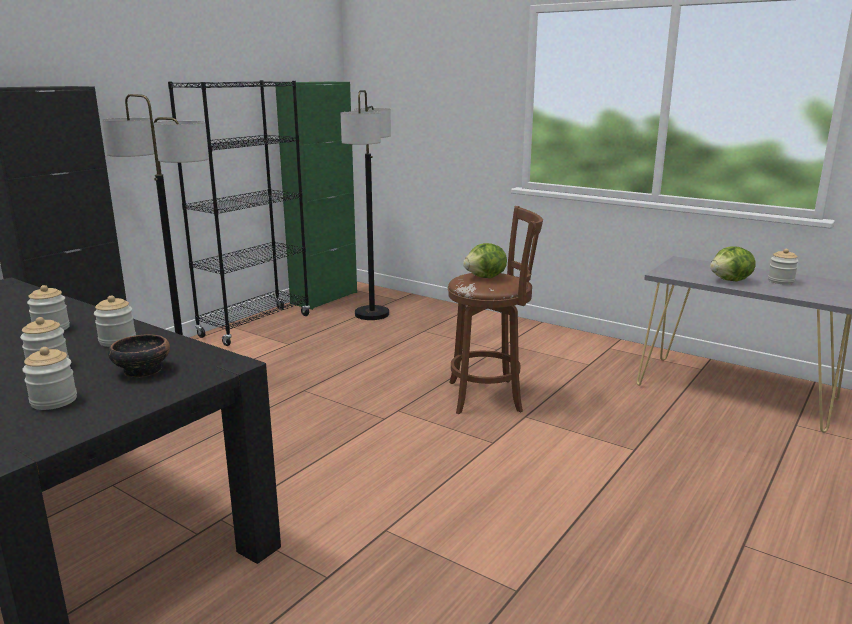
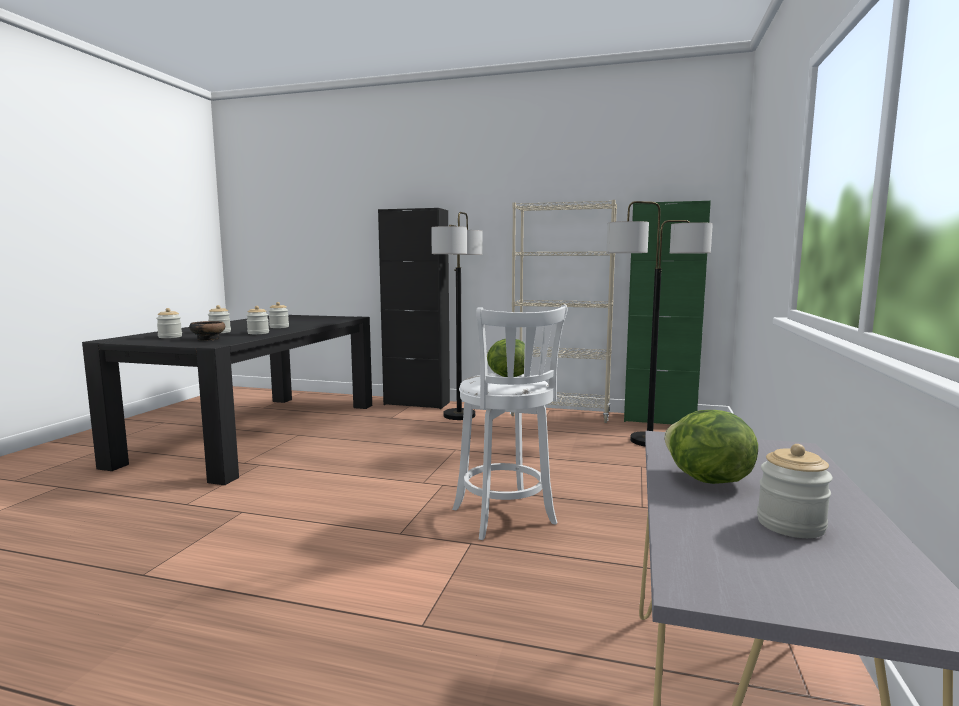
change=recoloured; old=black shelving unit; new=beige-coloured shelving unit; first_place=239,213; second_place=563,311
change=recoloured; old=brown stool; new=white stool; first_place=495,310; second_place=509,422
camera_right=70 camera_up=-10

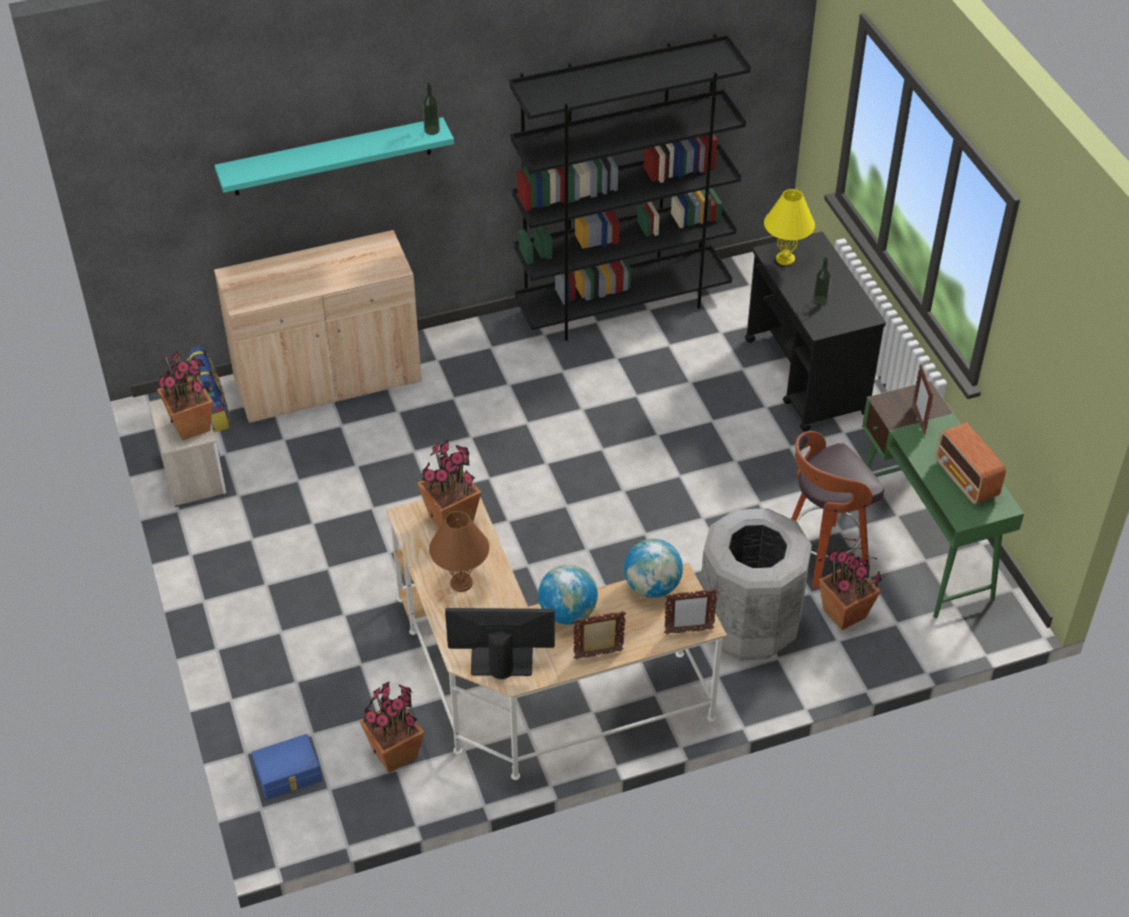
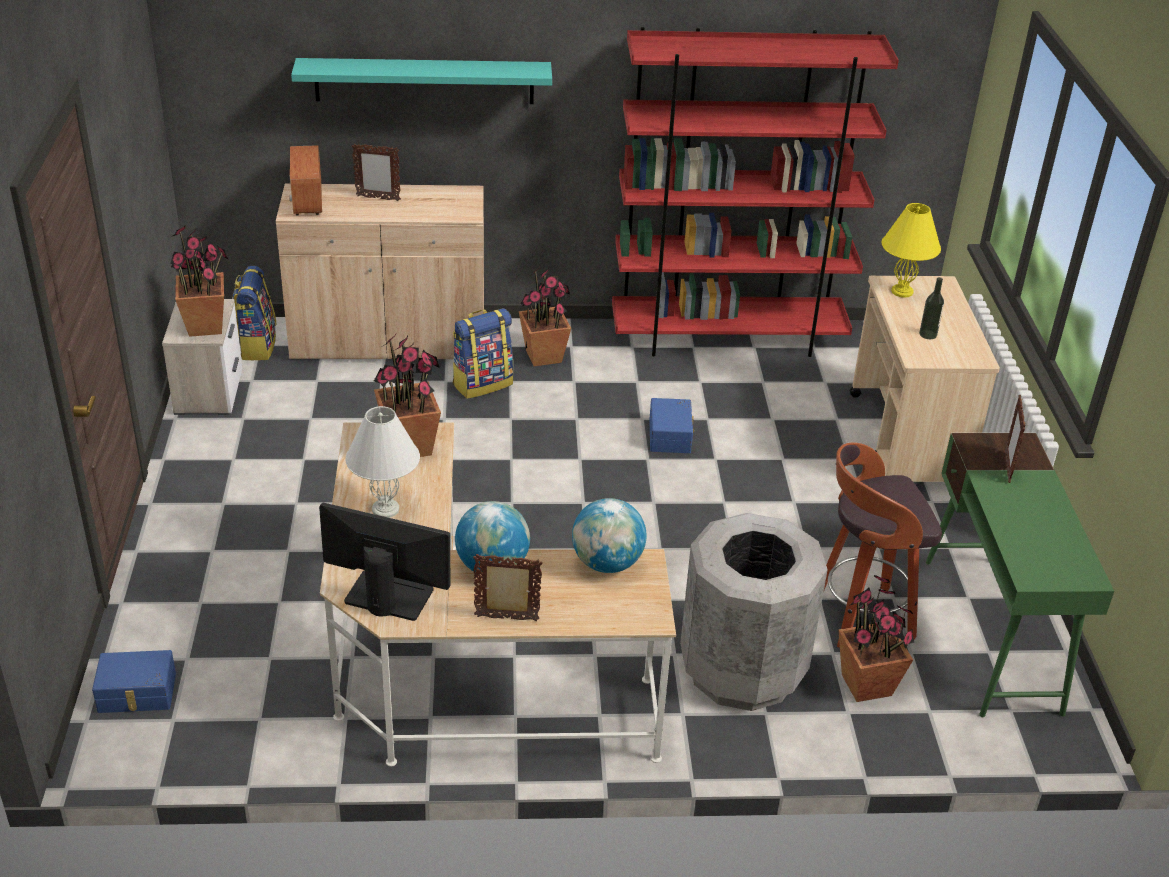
change=removed; old=drink bottle; first_place=431,108
change=added; new=backpack; second_place=483,353
change=added; new=bluish storage box; second_place=671,425
change=moved; old=potted plant; first_place=392,727; second_place=545,317
change=moved; old=picture frame; first_place=691,611; second_place=376,172
change=moved; old=radio; first_place=971,463; second_place=305,180
change=recoloured; old=brown table lamp; new=white table lamp; first_place=459,551; second_place=382,462
change=recoloured; old=black shelving unit; new=reddish shelving unit; first_place=630,187; second_place=755,192
change=recoloured; old=black cart; new=beige-coloured cart; first_place=815,332; second_place=925,379
camera_right=15 camera_up=-10

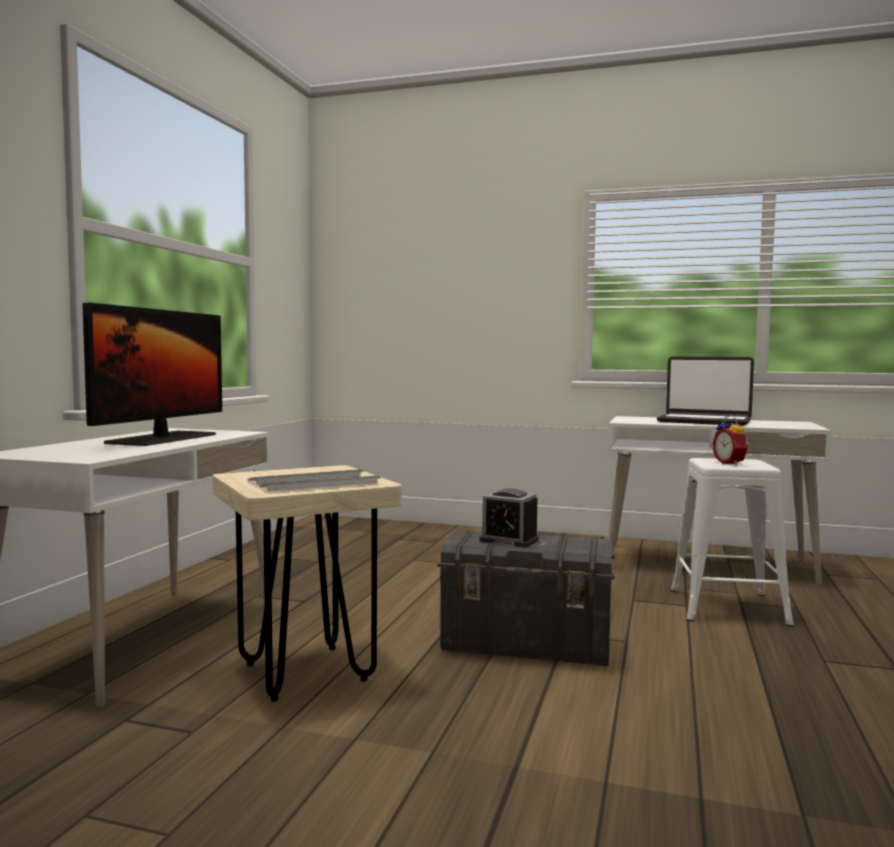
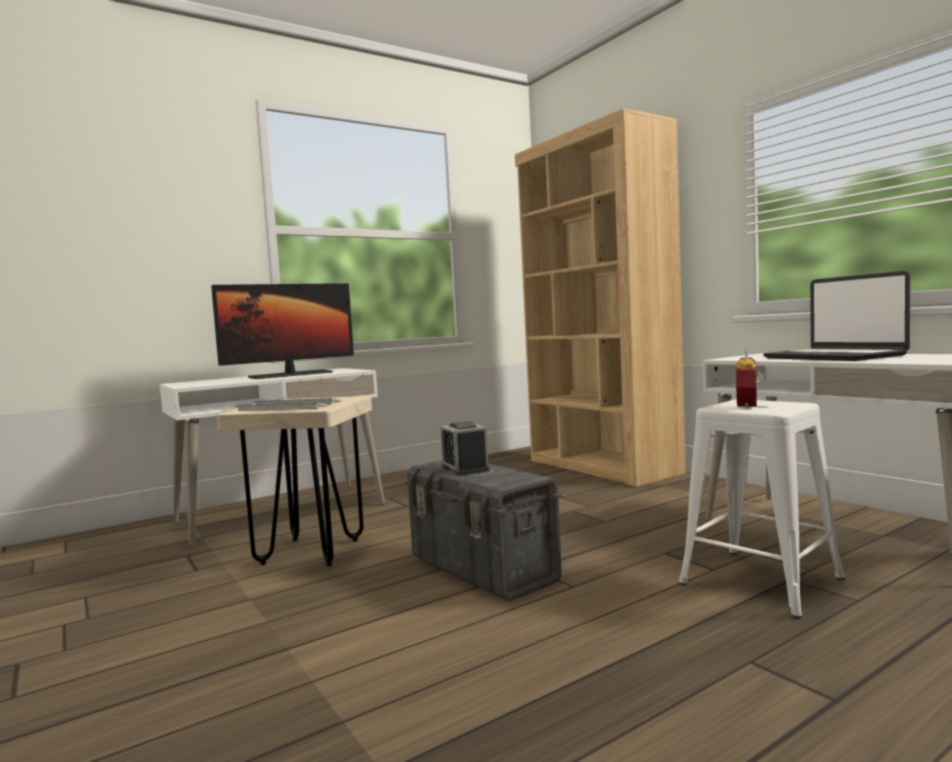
change=added; new=brown shelving unit; second_place=600,297
camera_right=40 camera_up=0

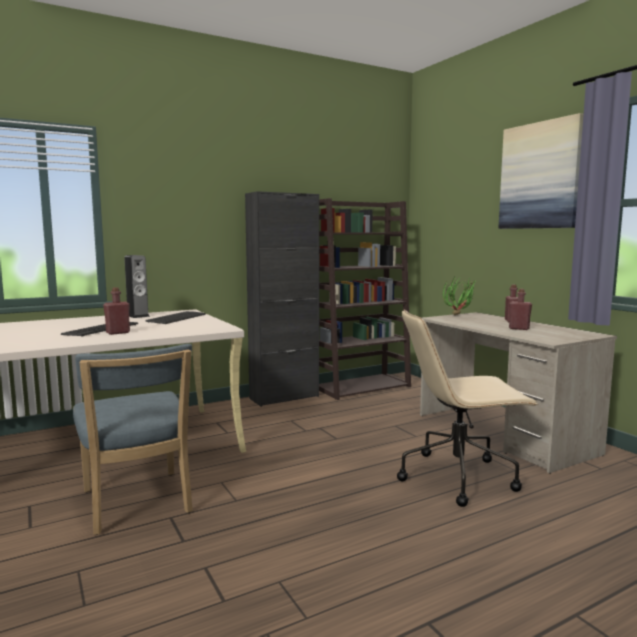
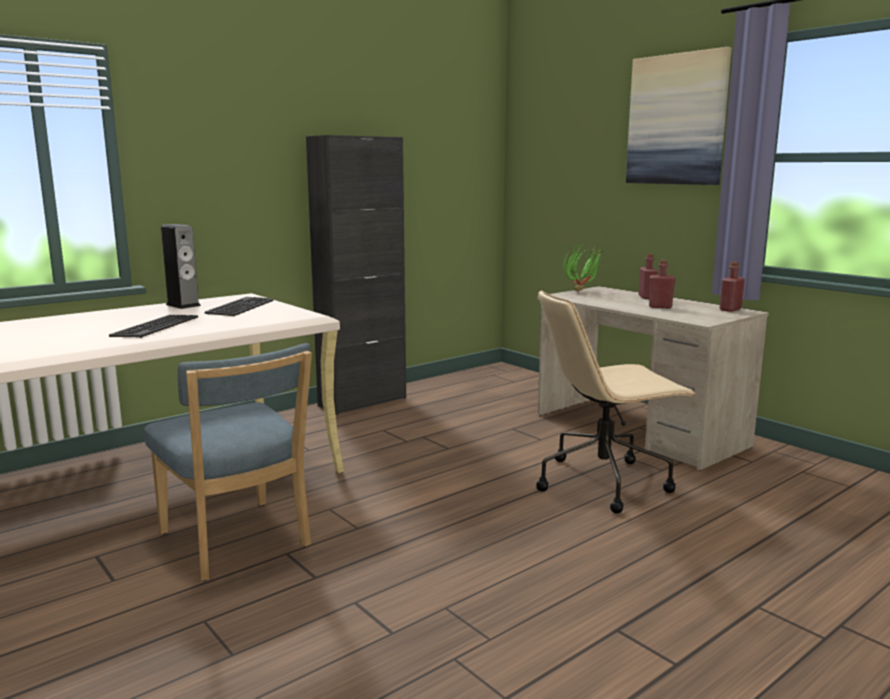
change=removed; old=brown shelving unit; first_place=365,299
change=moved; old=reddish drink bottle; first_place=116,311; second_place=732,287
camera_right=-10 camera_up=5

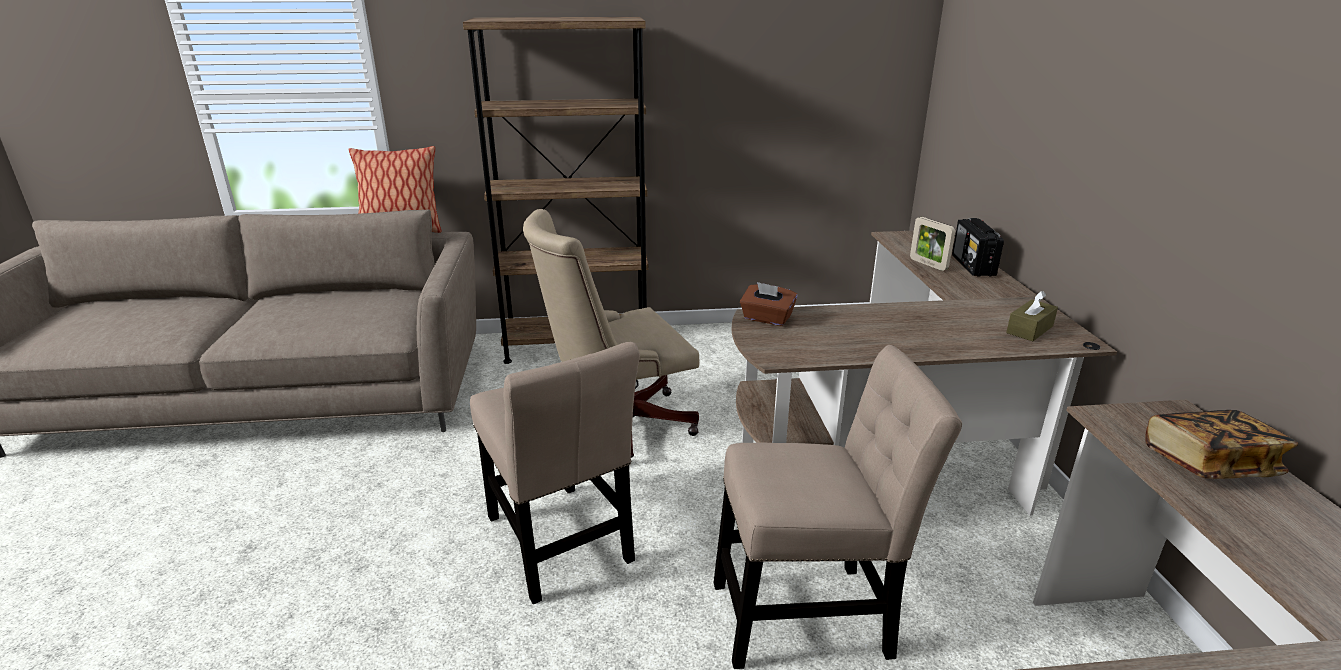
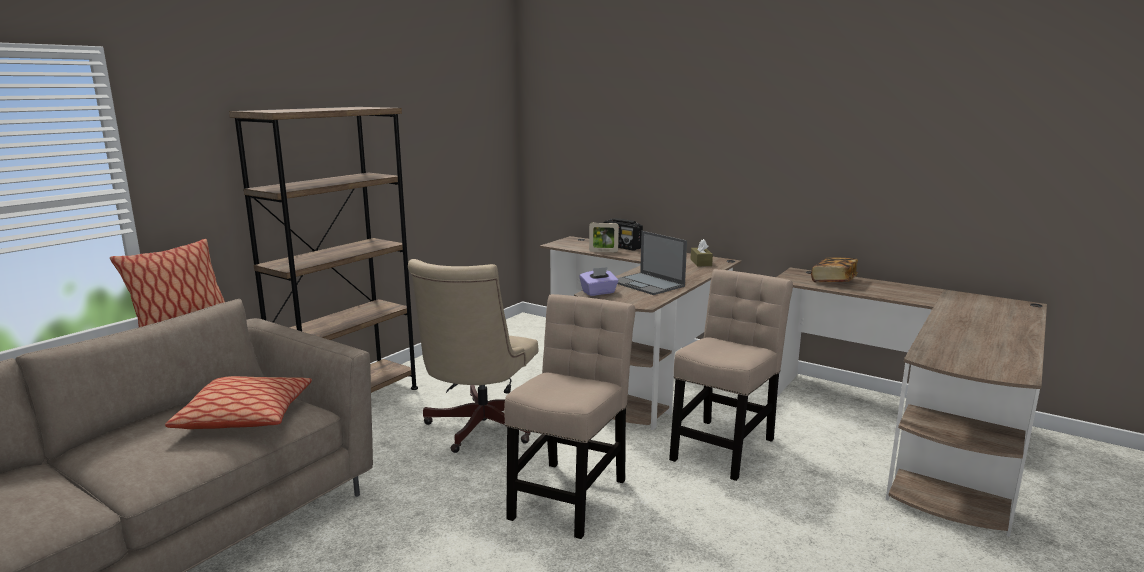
change=added; new=pillow; second_place=238,402
change=added; new=portable computer; second_place=652,263
change=recoloured; old=brown tissue holder; new=purple tissue holder; first_place=768,304; second_place=599,281
change=turned; old=beige-coloured chair; first_place=555,473; second_place=569,416; degrees=-75
camera_right=-50 camera_up=-10

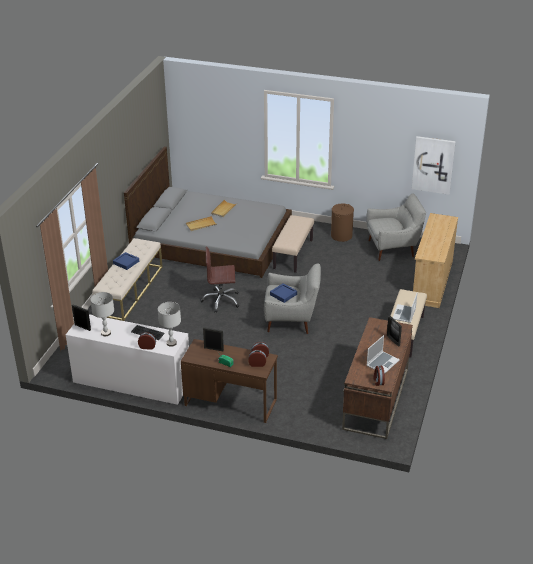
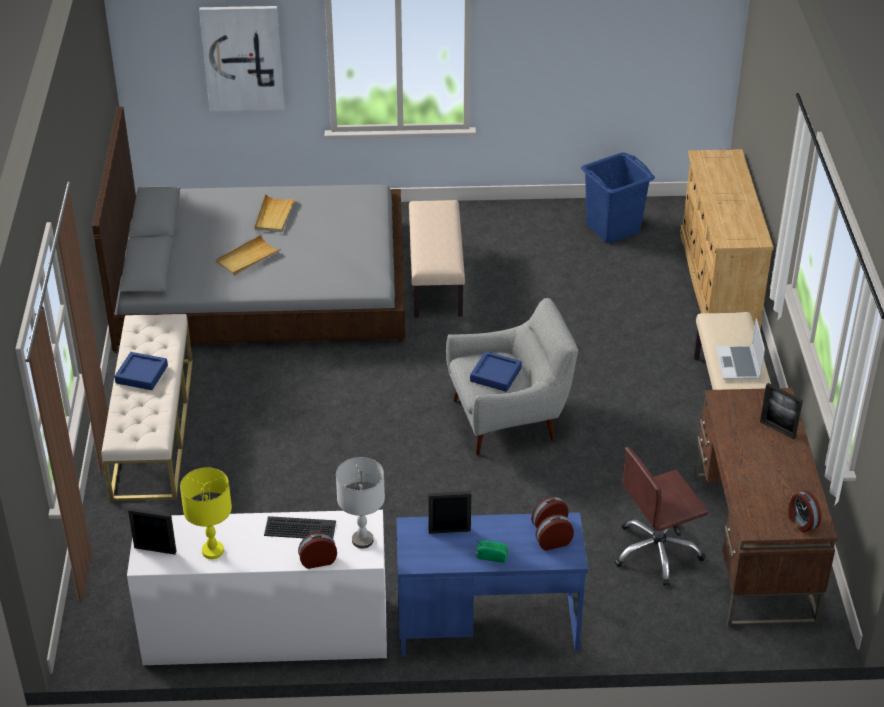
change=removed; old=brown washing basket; first_place=342,223
change=removed; old=portable computer; first_place=383,354
change=moved; old=brown computer chair; first_place=219,280; second_place=661,516
change=moved; old=picture; first_place=434,165; second_place=241,58
change=replaced; old=grey easy chair; new=bluish washing basket; first_place=396,227; second_place=618,197
change=recoloured; old=grey table lamp; new=yellow table lamp; first_place=102,314; second_place=206,513
change=recoloured; old=brown desk table; new=bluish desk table; first_place=229,381; second_place=492,584
camera_right=-20 camera_up=5

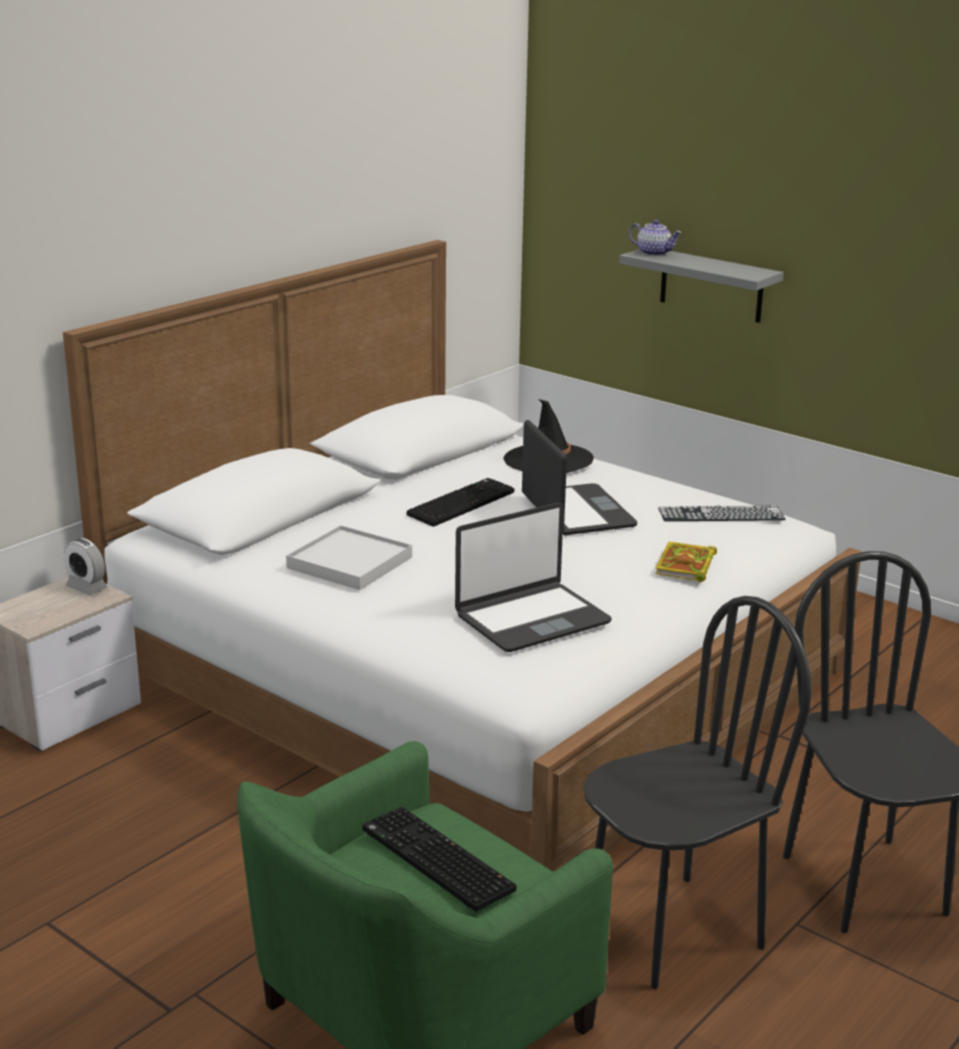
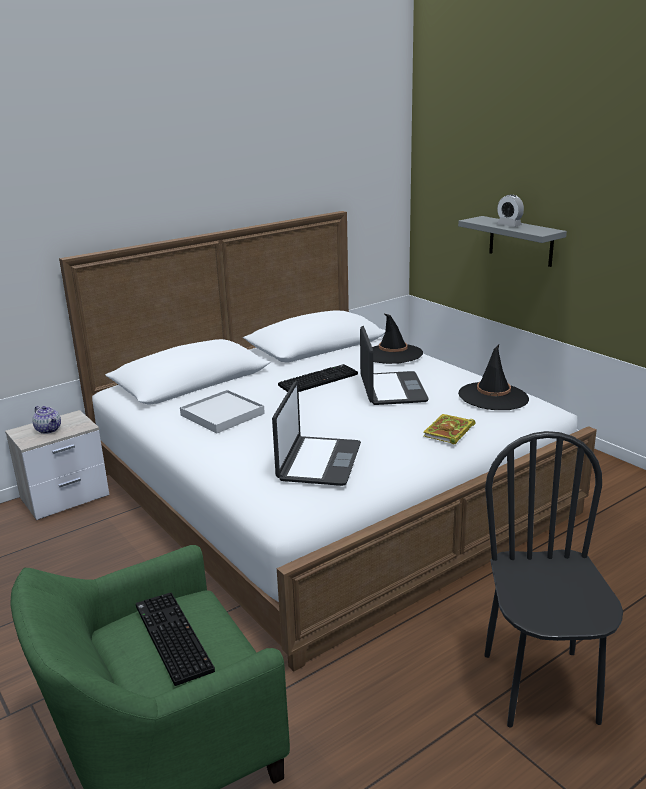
change=removed; old=black chair; first_place=698,792
change=moved; old=alarm clock; first_place=85,566; second_place=510,211
change=moved; old=teapot; first_place=655,238; second_place=46,420
change=replaced; old=computer keyboard; new=black clothing hat; first_place=721,513; second_place=493,377
change=turned; old=portable computer; first_place=533,577; second_place=316,433; degrees=-60
camera_right=15 camera_up=0

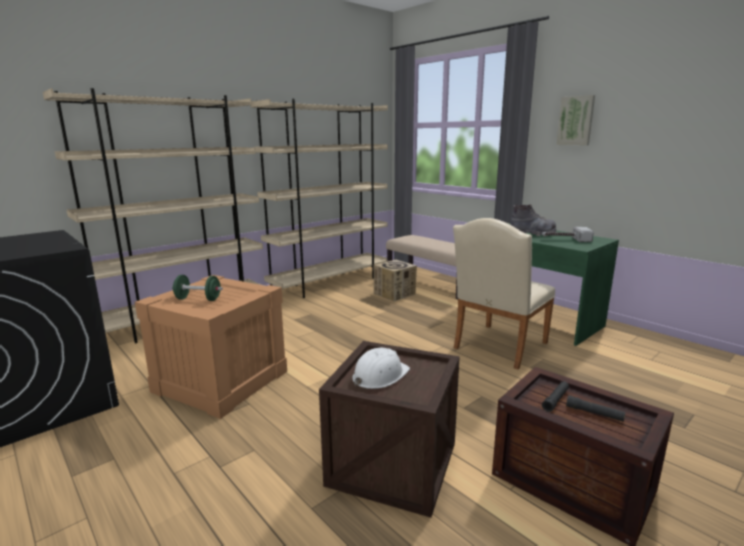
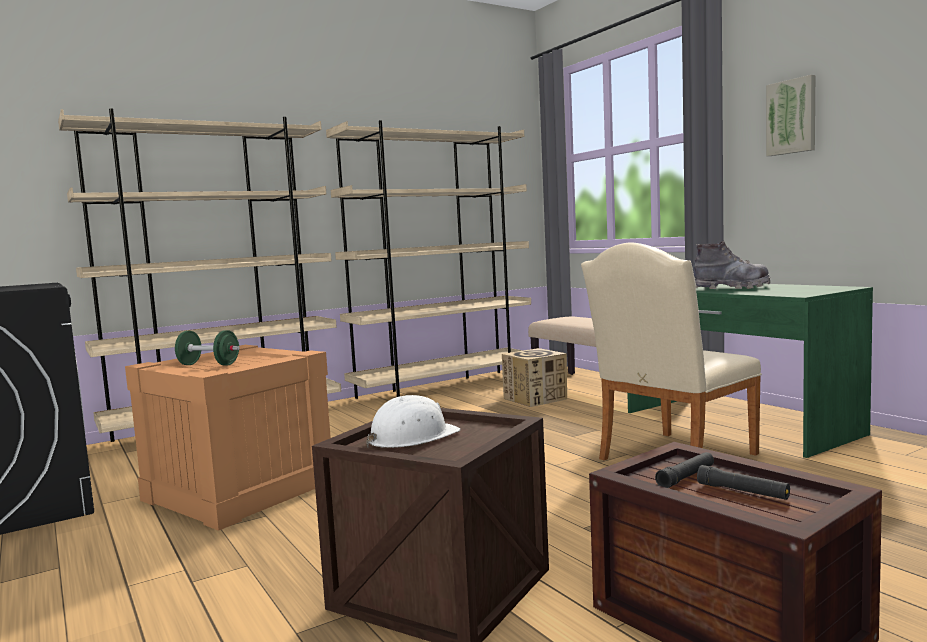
change=removed; old=hammer; first_place=568,234
camera_right=10 camera_up=-10

